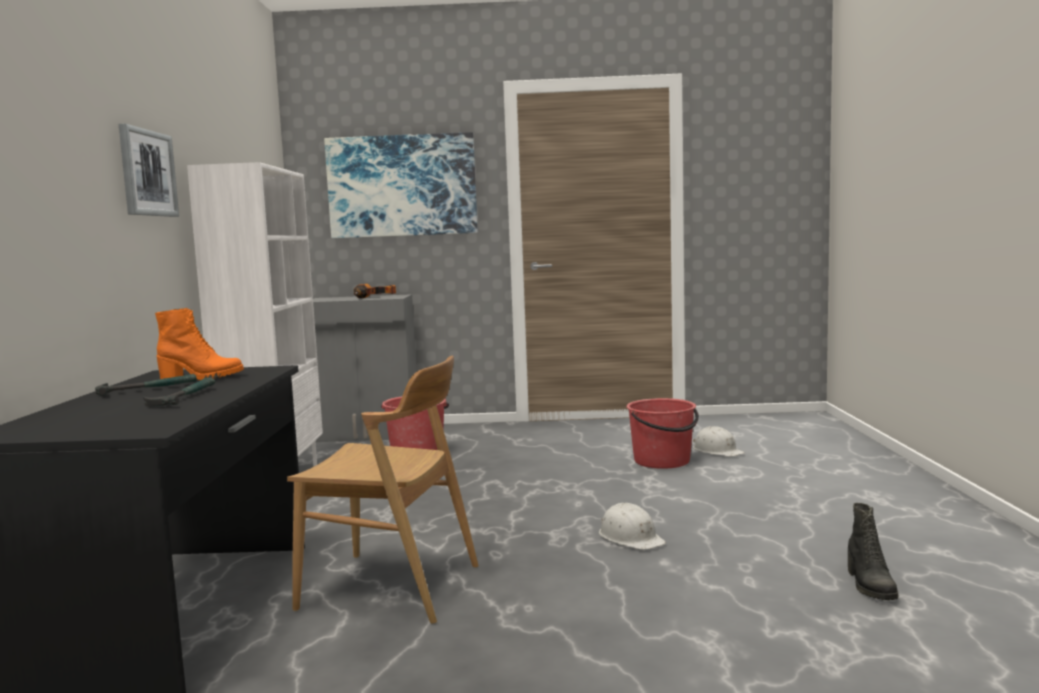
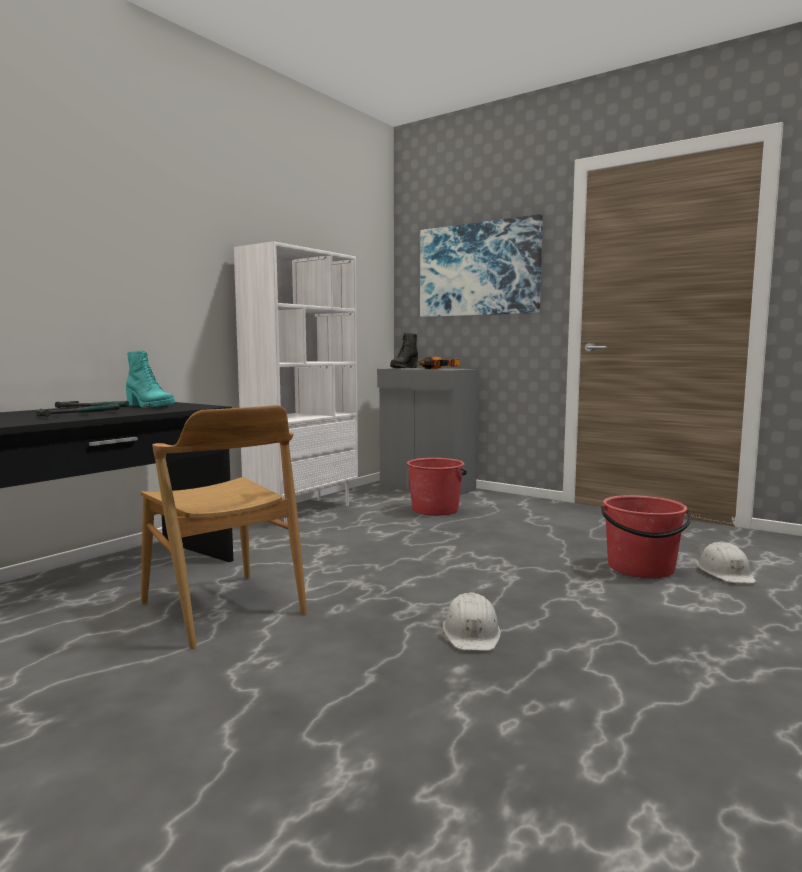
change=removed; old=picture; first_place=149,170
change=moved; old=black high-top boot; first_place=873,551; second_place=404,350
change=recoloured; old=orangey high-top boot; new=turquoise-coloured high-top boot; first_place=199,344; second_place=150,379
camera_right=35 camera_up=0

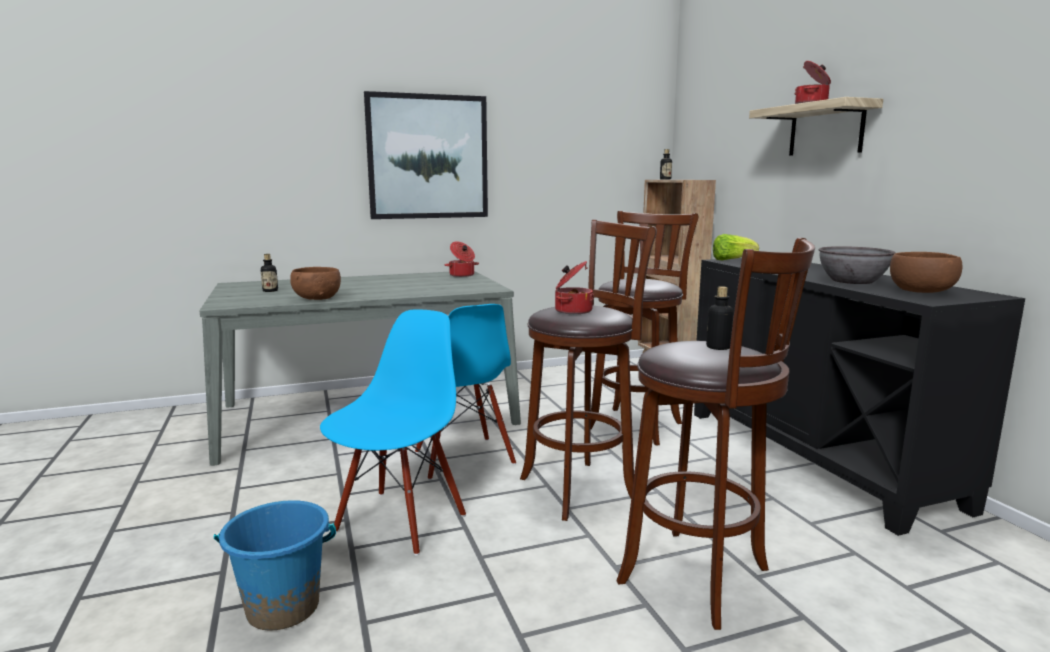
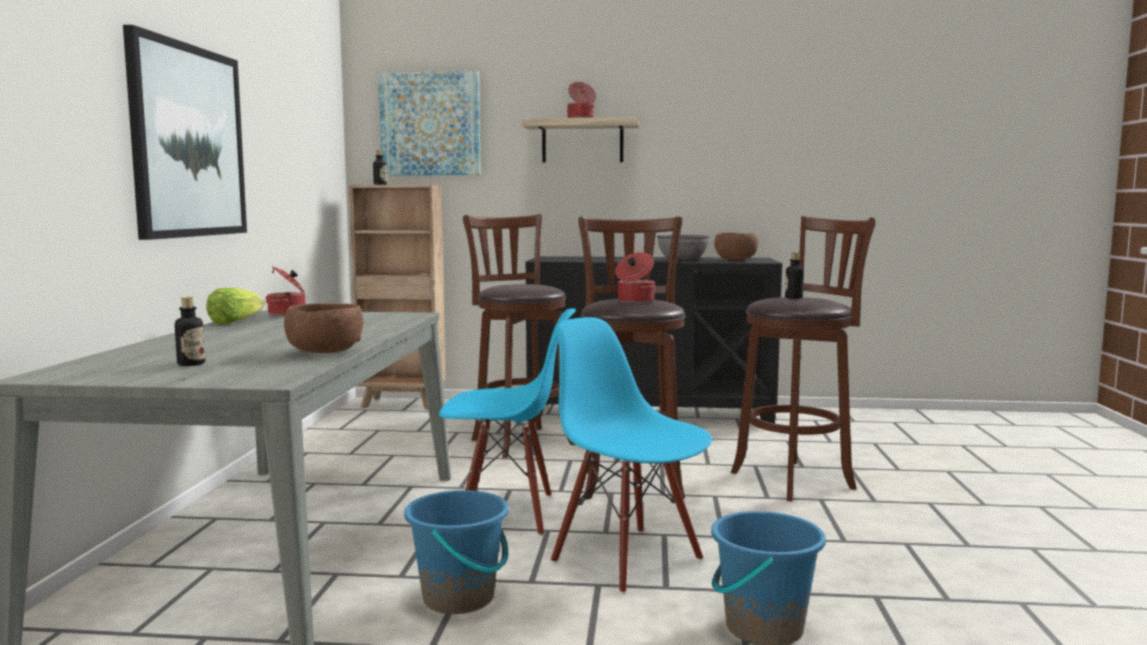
change=added; new=picture; second_place=429,123
change=added; new=bluish water bucket; second_place=456,552
change=moved; old=lettuce; first_place=736,247; second_place=235,306
camera_right=-65 camera_up=-5

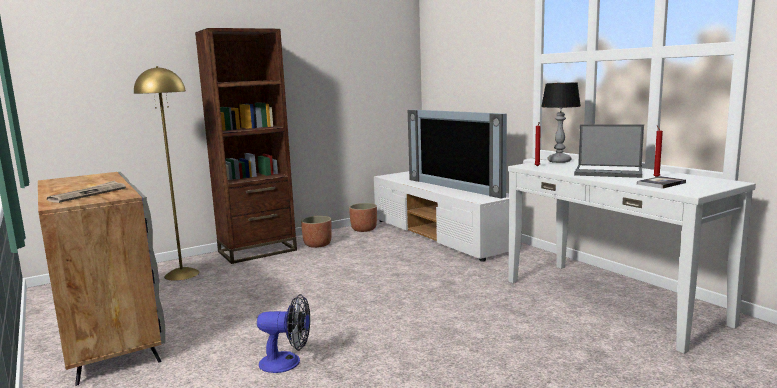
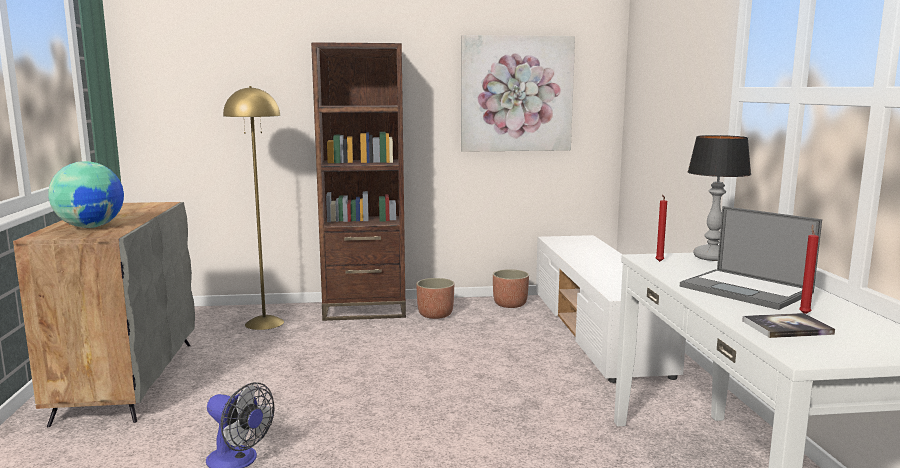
change=removed; old=TV; first_place=457,154
change=added; new=picture; second_place=518,93
change=replaced; old=newspaper; new=desk globe; first_place=86,191; second_place=86,194
camera_right=25 camera_up=0

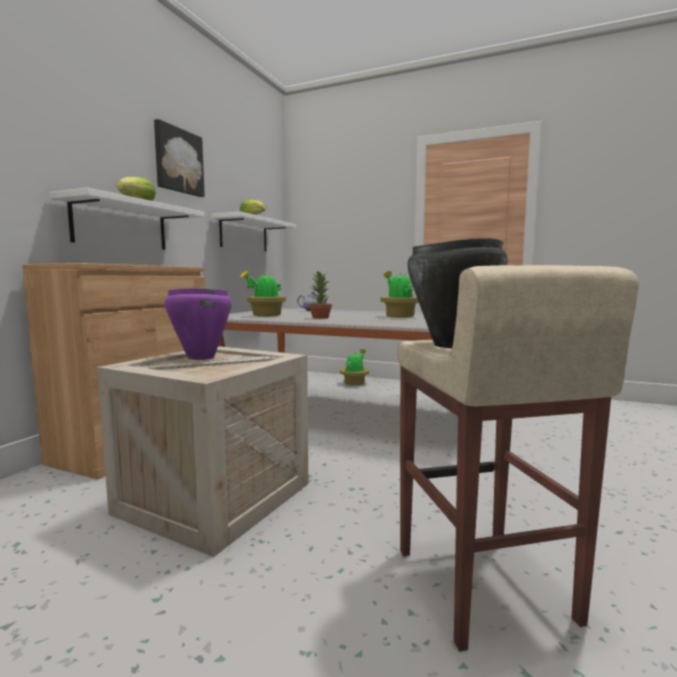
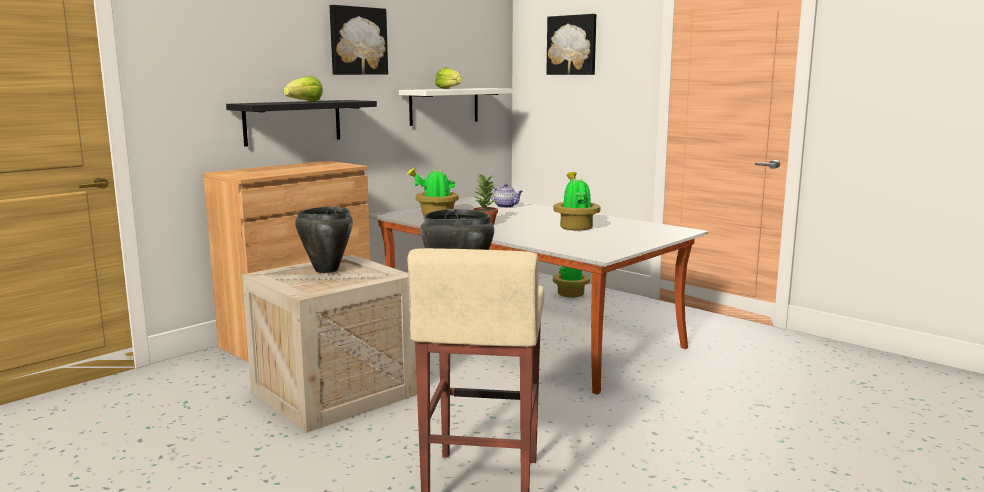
change=added; new=picture; second_place=571,44
change=recoloured; old=white wall shelf; new=black wall shelf; first_place=127,219; second_place=301,123
change=recoloured; old=purple stockpot; new=black stockpot; first_place=198,324; second_place=324,240
camera_right=20 camera_up=5

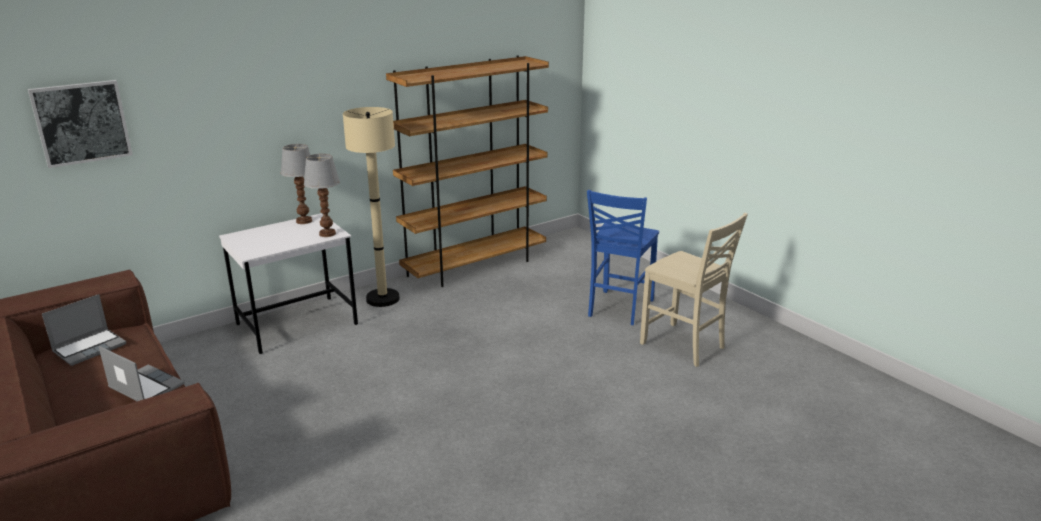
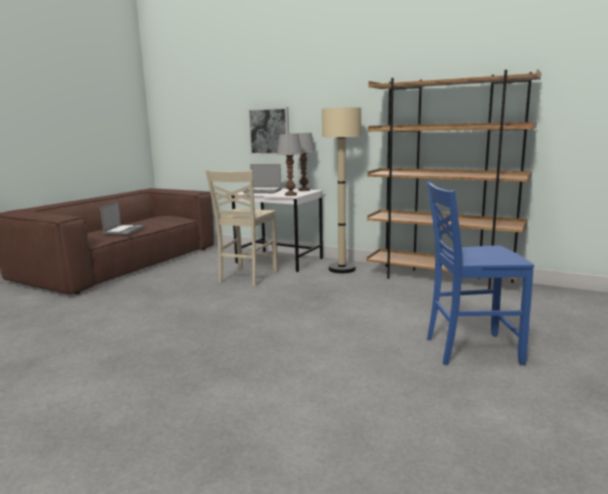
change=moved; old=picture; first_place=80,124; second_place=268,131
change=moved; old=portable computer; first_place=84,330; second_place=262,178
change=moved; old=beige-coloured chair; first_place=694,290; second_place=241,228
camera_right=65 camera_up=-10

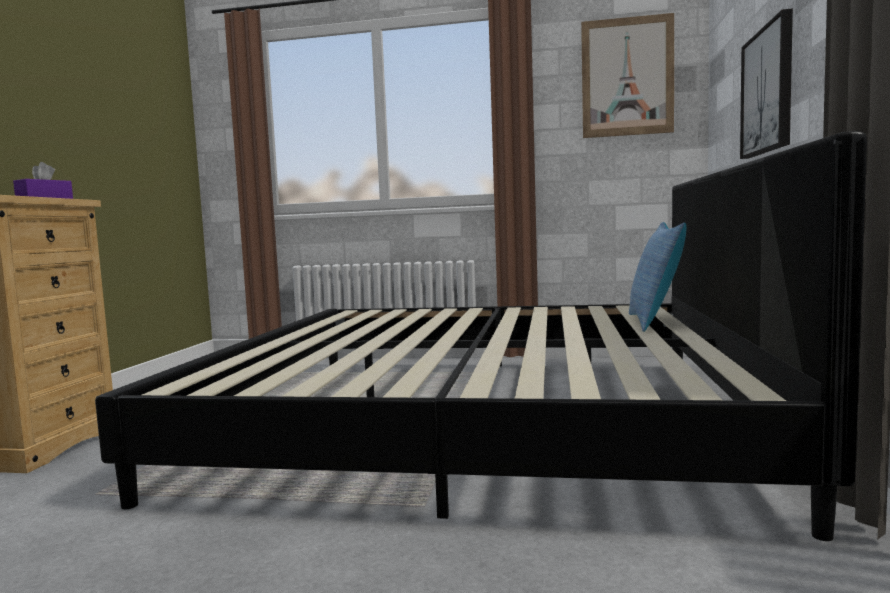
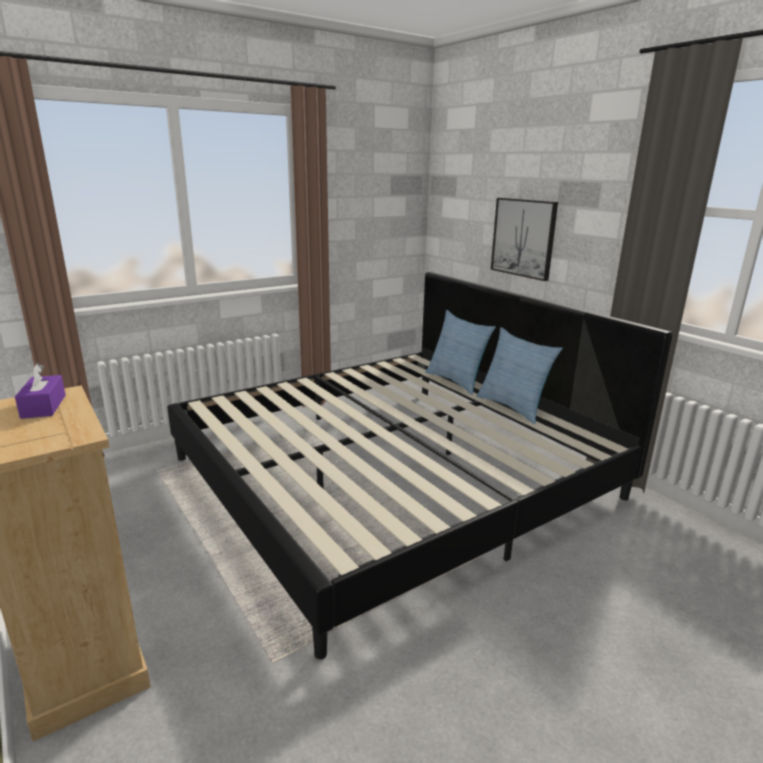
change=removed; old=picture; first_place=627,75
change=added; new=pillow; second_place=519,375
camera_right=-45 camera_up=15

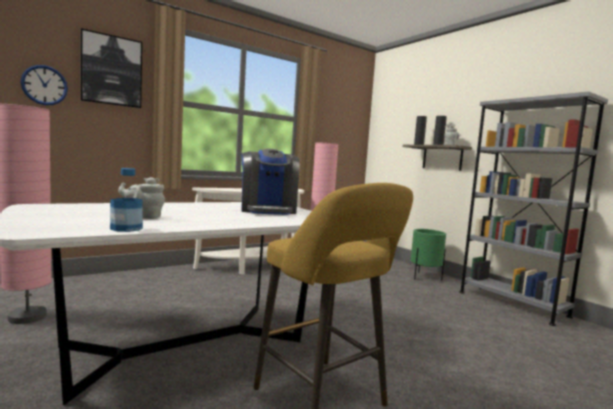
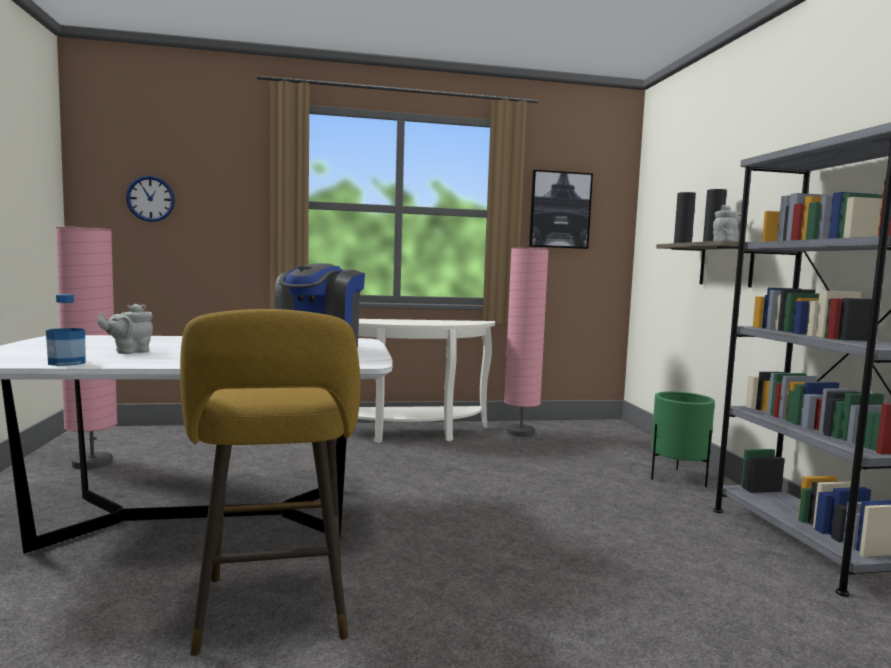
change=moved; old=picture; first_place=111,68; second_place=561,209
change=turned; old=grey teapot; first_place=141,198; second_place=125,329; degrees=-60
camera_right=25 camera_up=0

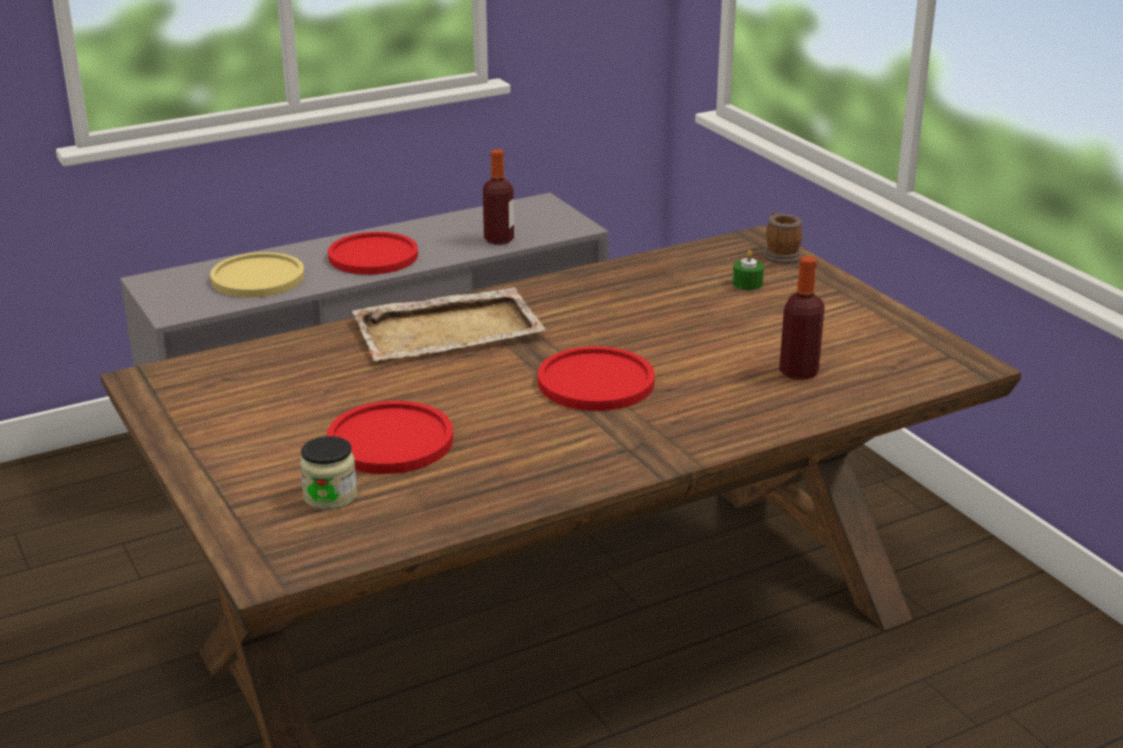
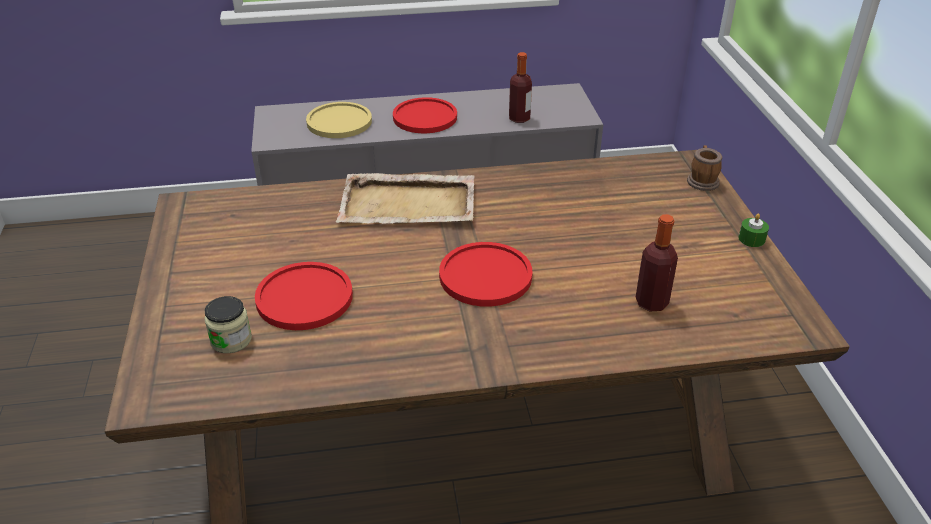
change=moved; old=greenish wax candle; first_place=748,270; second_place=753,230
camera_right=20 camera_up=10

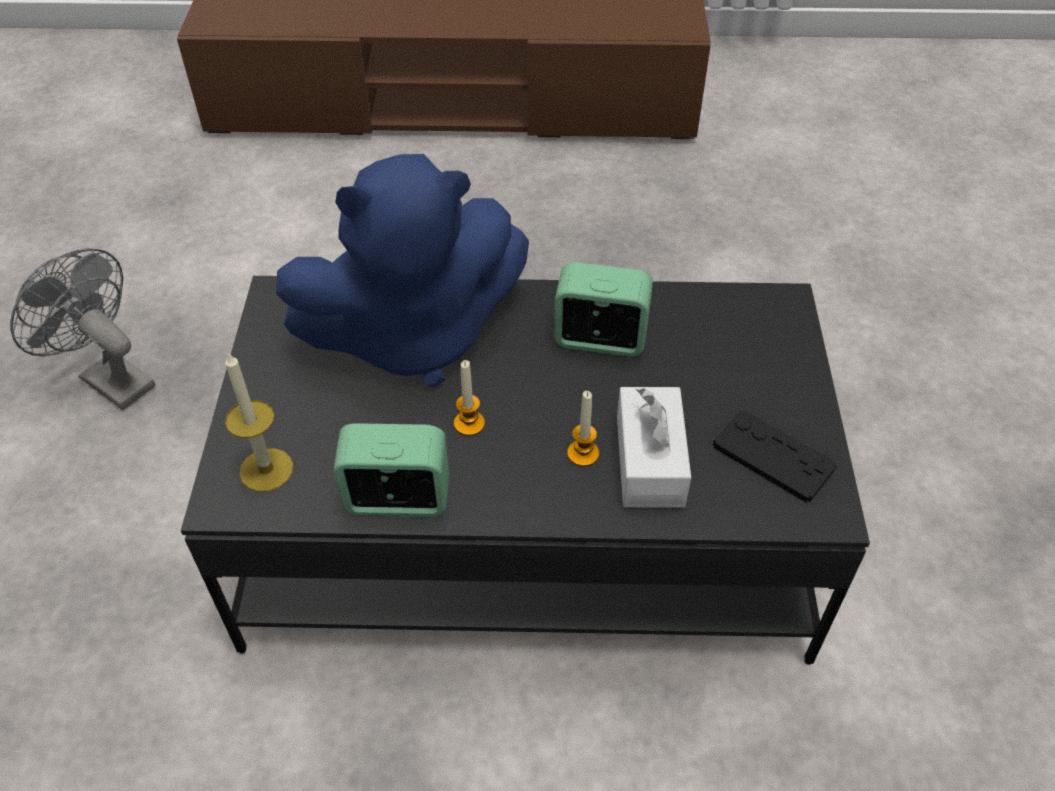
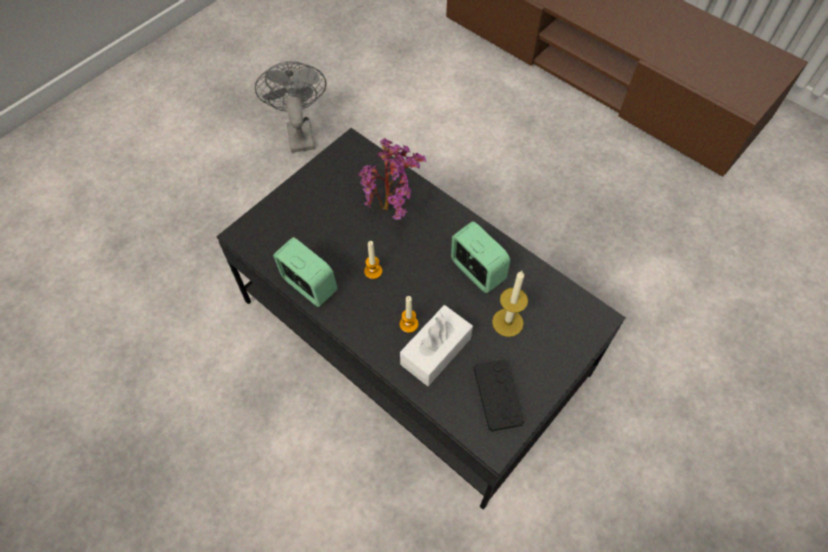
change=moved; old=wax candle; first_place=259,422; second_place=510,304
change=replaced; old=bluish plush toy; new=potted plant; first_place=402,270; second_place=392,179
camera_right=40 camera_up=10

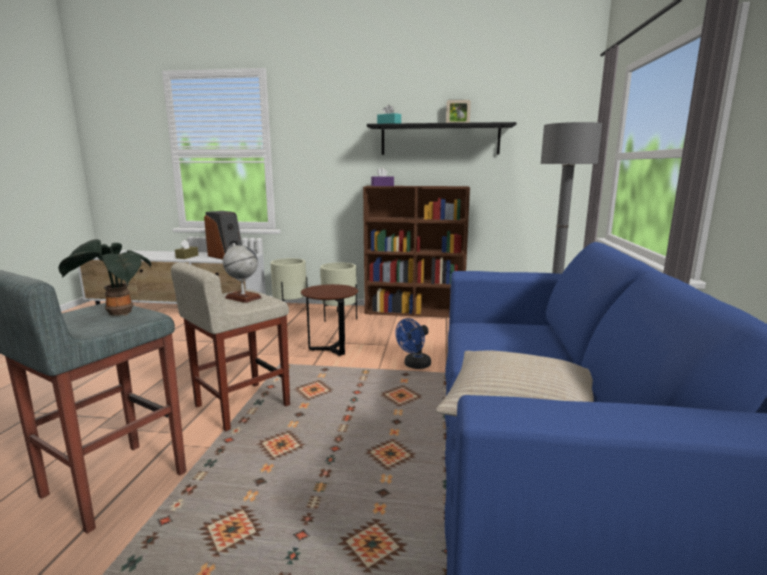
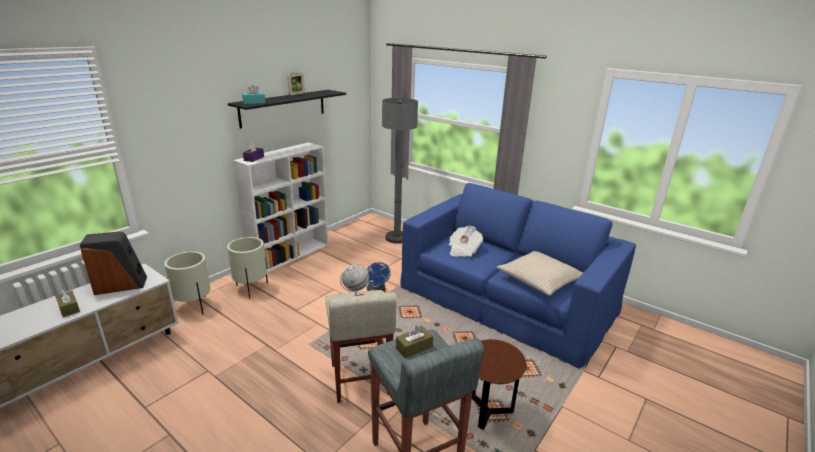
change=added; new=newspaper; second_place=466,241
change=moved; old=brown end table; first_place=329,320; second_place=499,384
change=replaced; old=potted plant; new=brown tissue holder; first_place=105,277; second_place=414,341
change=recoloured; old=brown shelving unit; new=white shelving unit; first_place=416,252; second_place=280,207
camera_right=-60 camera_up=10

